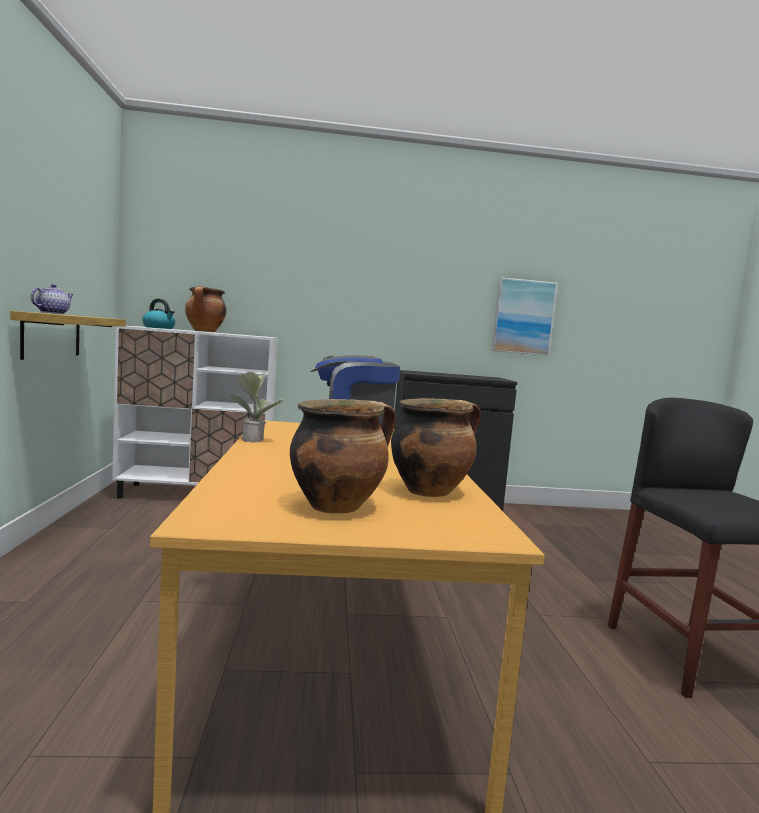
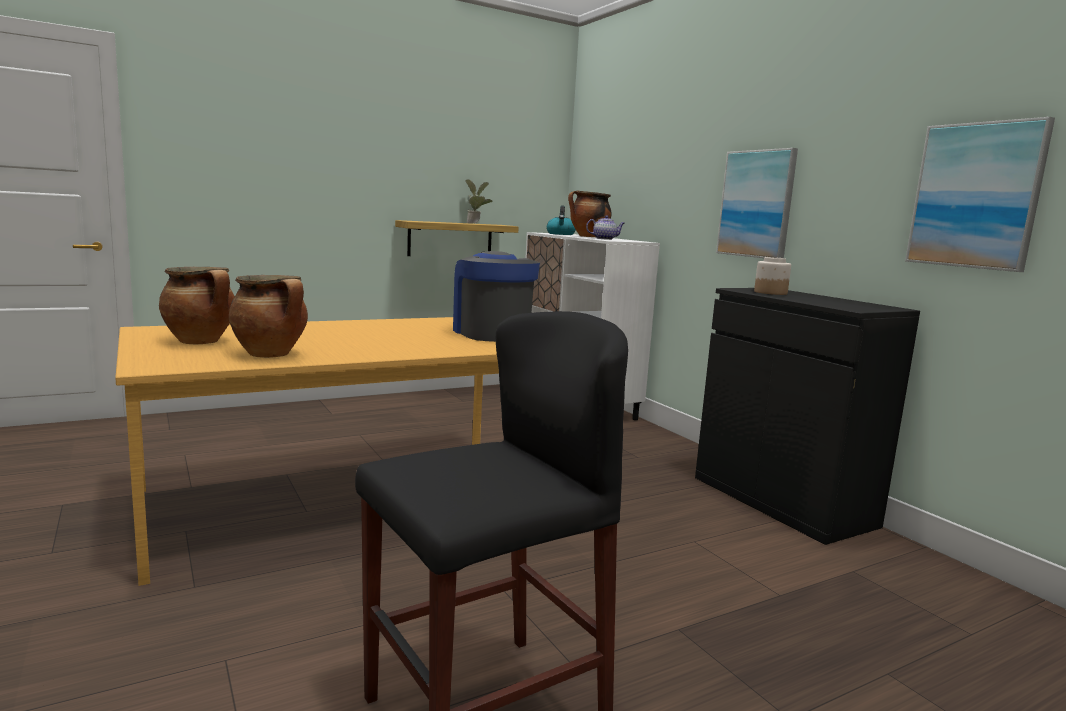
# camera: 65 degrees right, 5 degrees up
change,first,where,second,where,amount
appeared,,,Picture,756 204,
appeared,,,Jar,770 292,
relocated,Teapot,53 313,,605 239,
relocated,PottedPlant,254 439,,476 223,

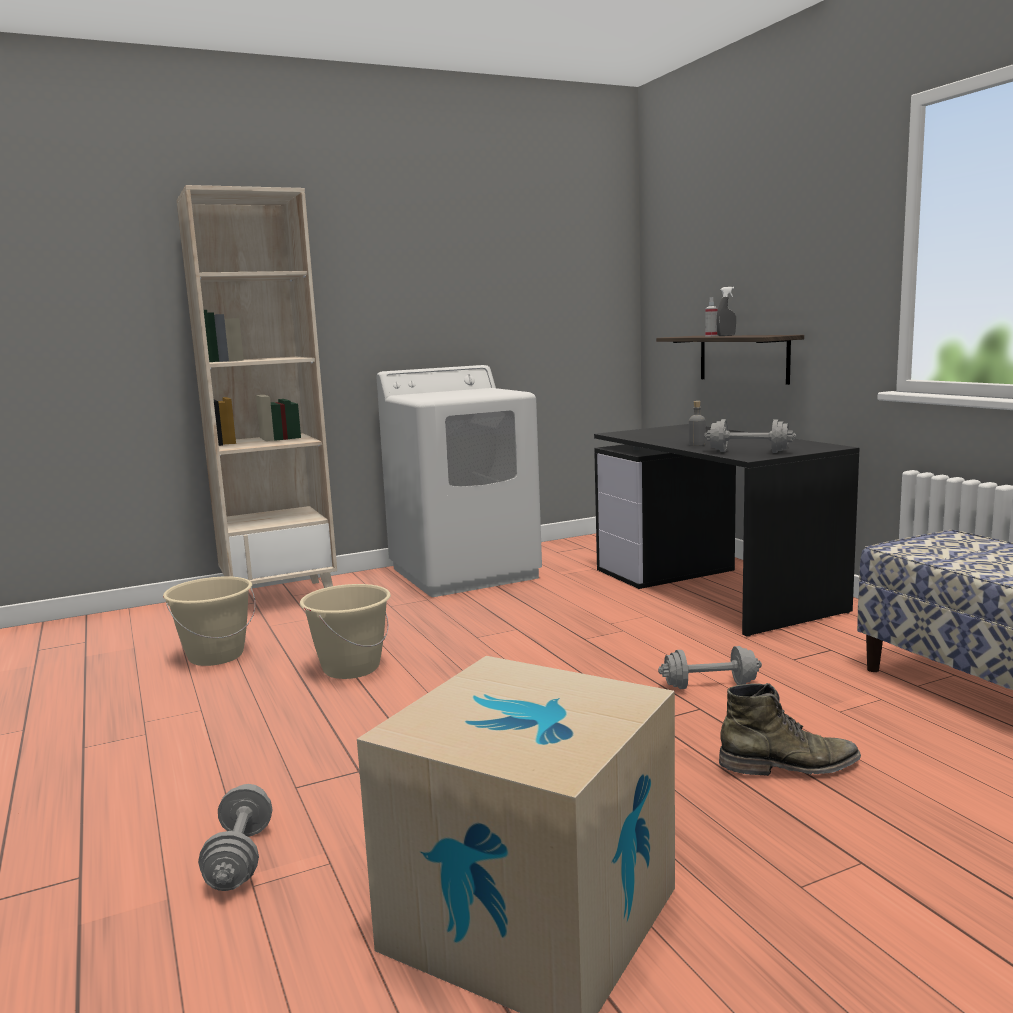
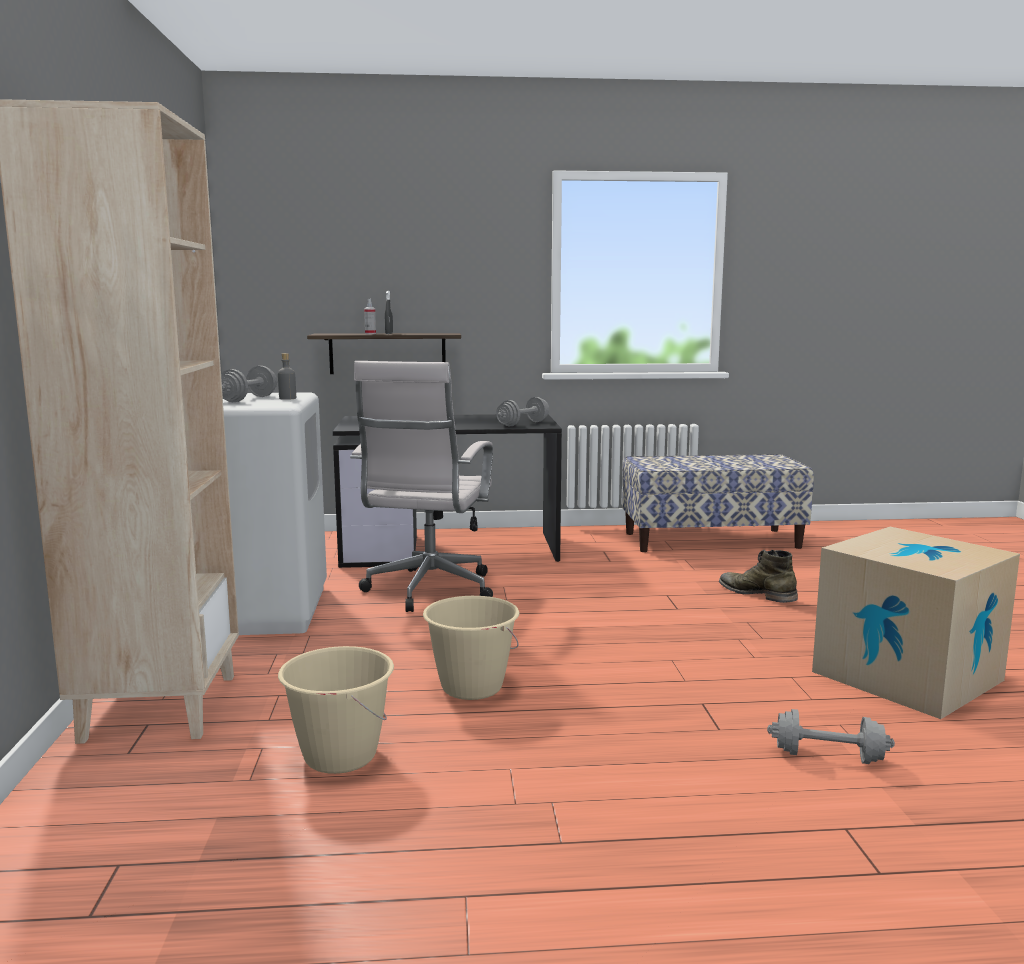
# camera: 70 degrees left, 0 degrees up
change,first,where,second,where,amount
appeared,,,WhiteOfficeChair,428 592,
relocated,GreyDumbbell,709 685,,248 399,
relocated,GreyBottle,697 444,,287 398,
spun,GreenBoot,789 766,,757 593,60 degrees counterclockwise

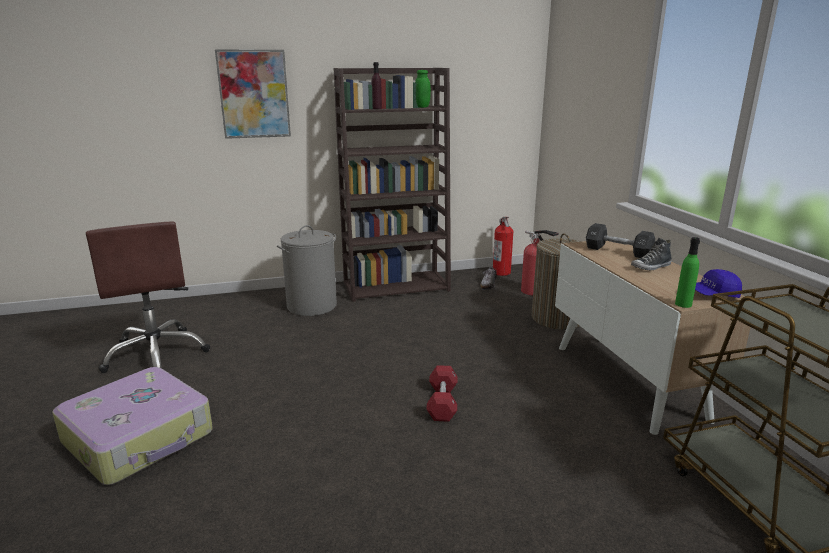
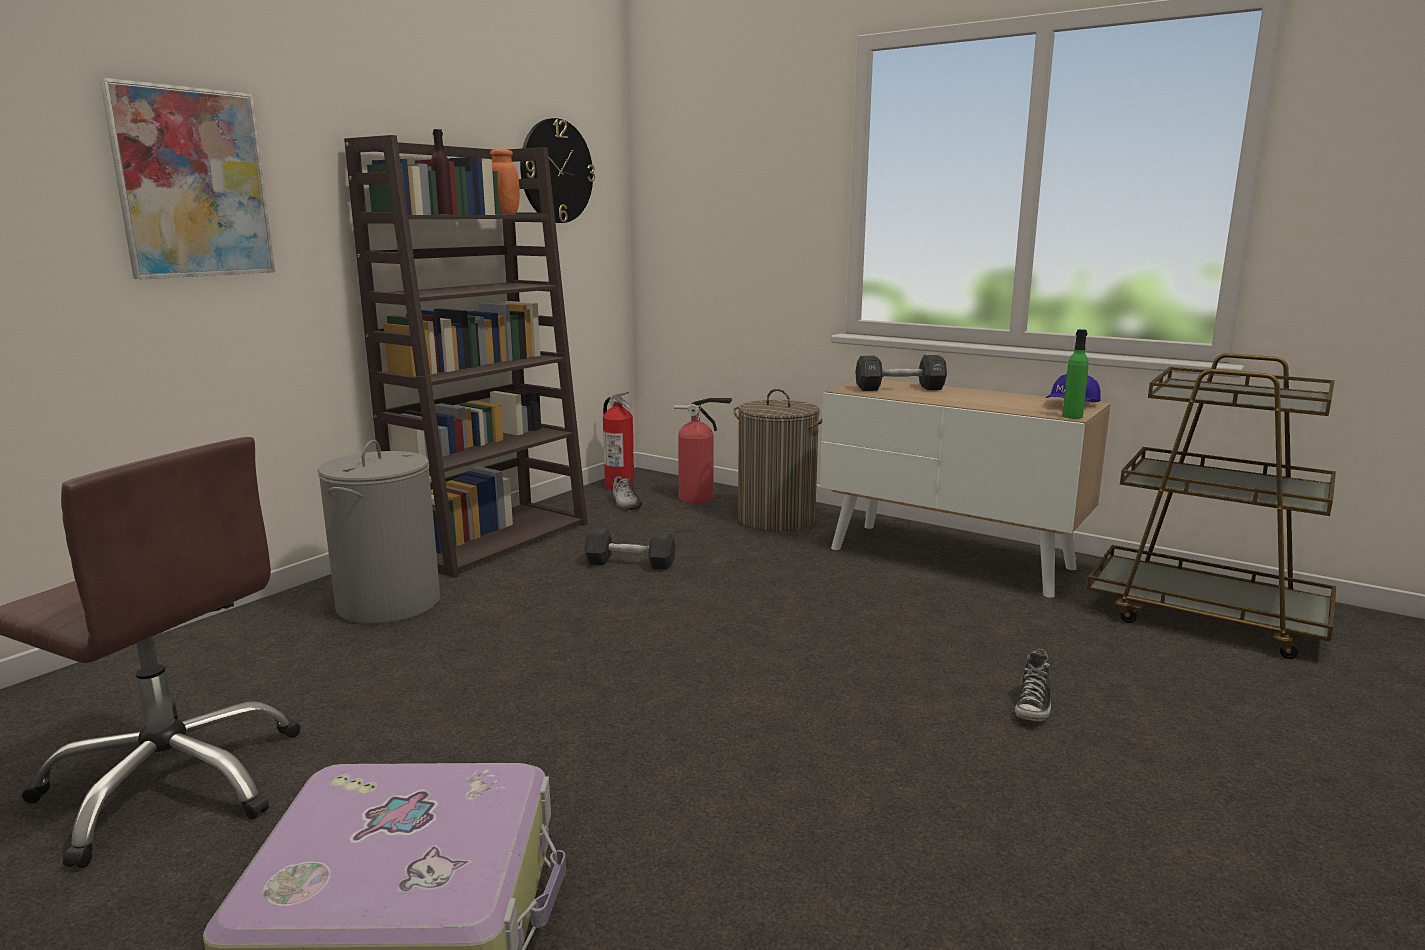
# camera: 40 degrees left, 5 degrees down
change,first,where,second,where,amount
missing,RedDumbbell,442 403,,,
appeared,,,WallClock,556 171,
appeared,,,BlackDumbbell,630 563,
relocated,Shoe,651 267,,1033 707,
colour,GreenJar,422 107,OrangeJar,505 214,

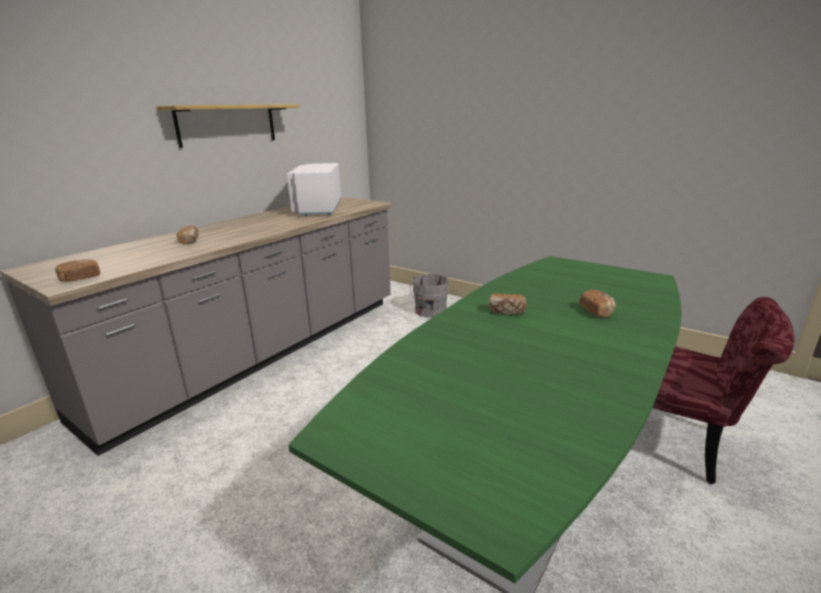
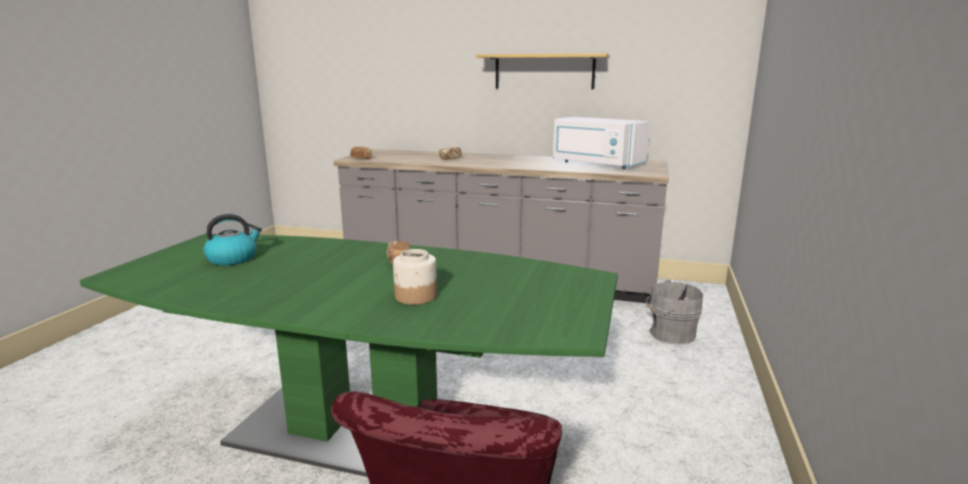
# camera: 70 degrees right, 5 degrees down
change,first,where,second,where,amount
appeared,,,Kettle,233 258,
exchanged,Bread,596 312,Jar,415 296,
spun,WhiteMicrowave,317 208,,596 164,120 degrees counterclockwise

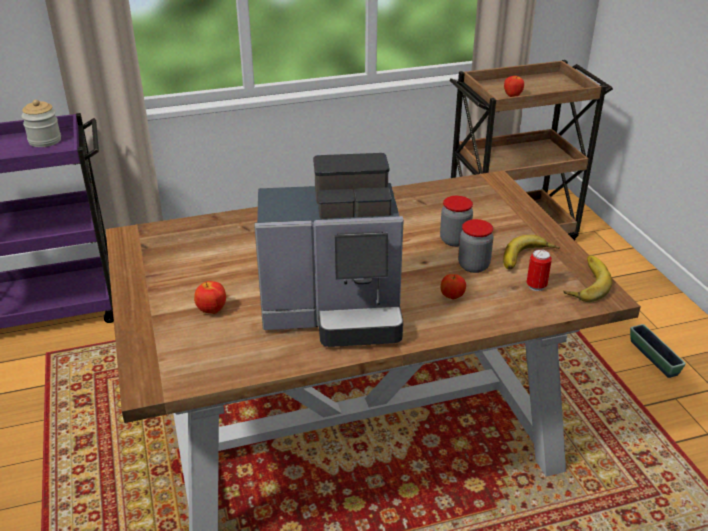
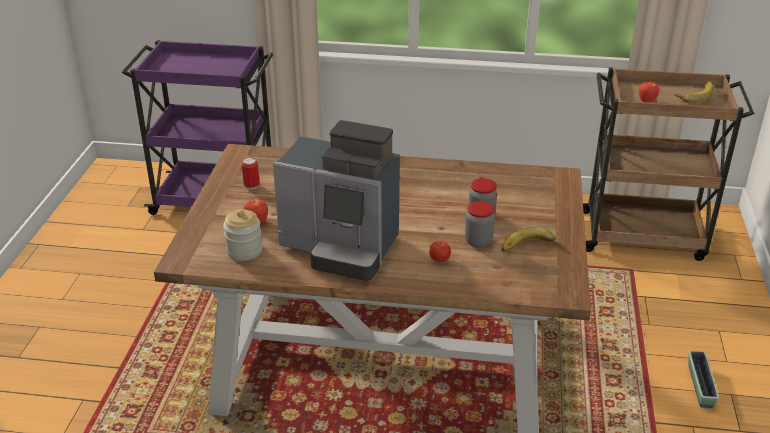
# camera: 25 degrees right, 0 degrees up
change,first,where,second,where,amount
relocated,Jar,45 141,,244 251,
relocated,Can,536 286,,251 186,
relocated,Banana,584 282,,695 95,

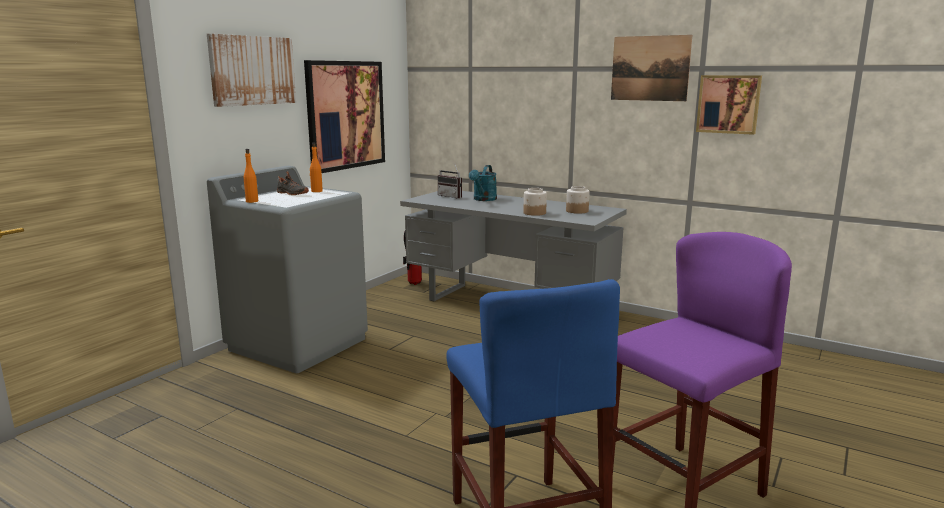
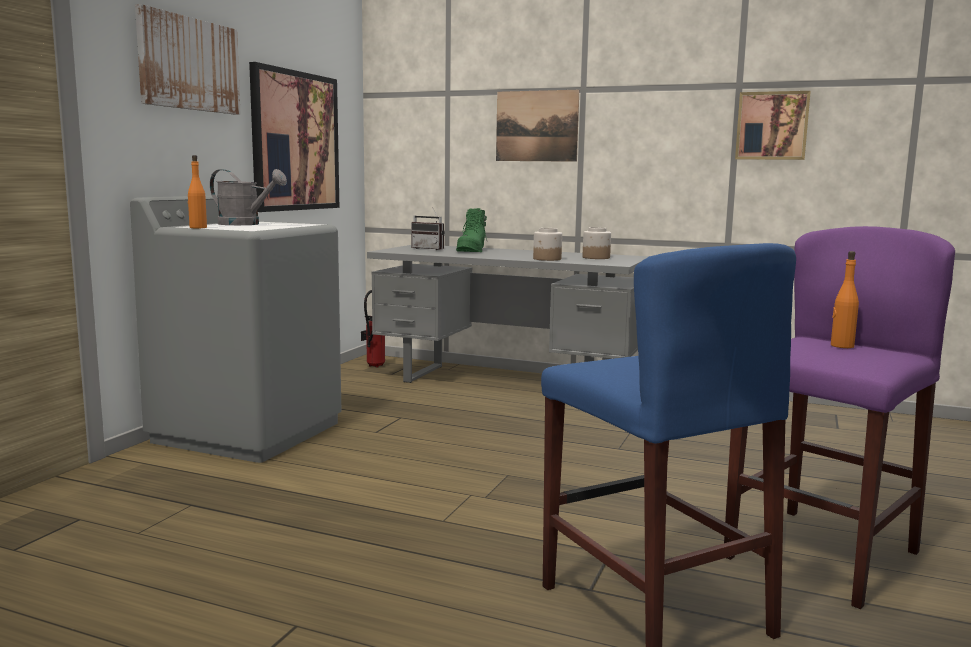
# camera: 10 degrees left, 5 degrees down
change,first,where,second,where,amount
relocated,OrangeBottle,316 191,,841 346,
relocated,Picture,650 68,,536 126,
exchanged,BlackShoe,292 194,GreyWateringCan,245 224,
exchanged,TurquoiseWateringCan,483 199,GreenBoot,472 250,

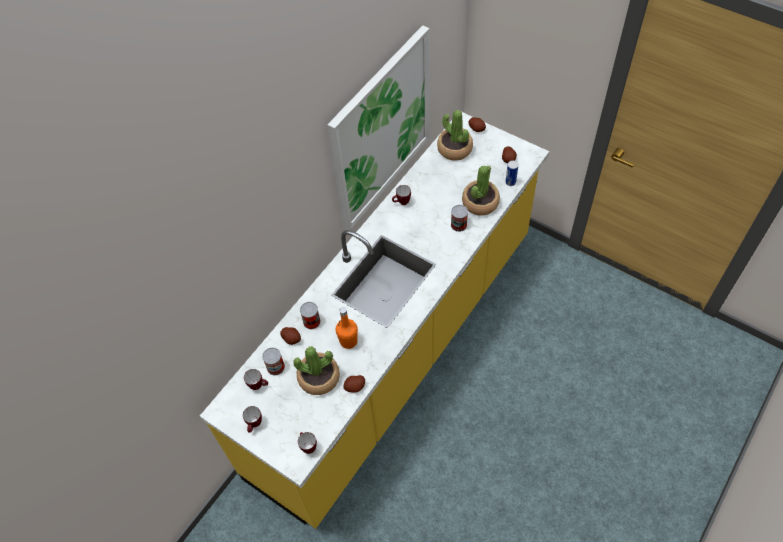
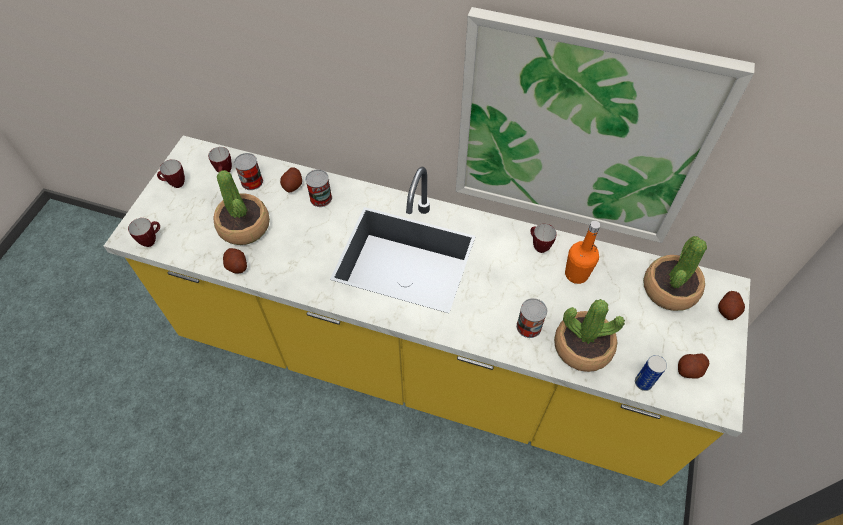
# camera: 70 degrees right, 0 degrees up
change,first,where,second,where,amount
relocated,OrangeBottle,348 341,,576 274,

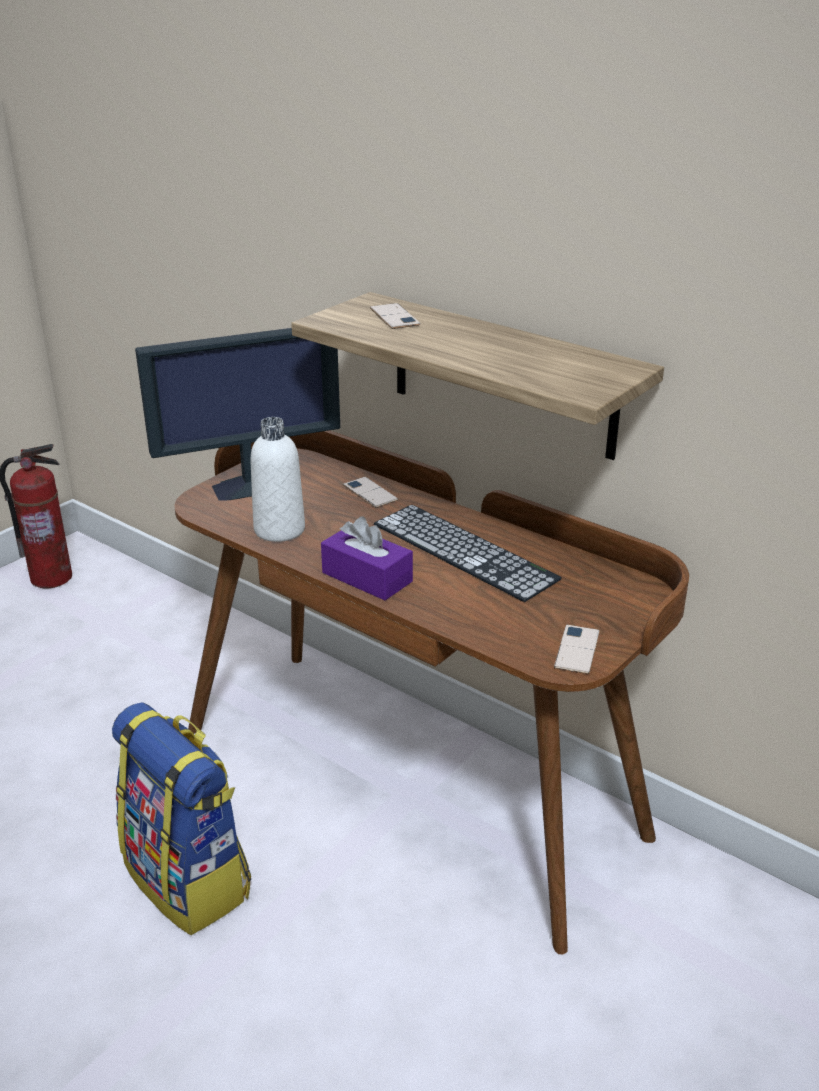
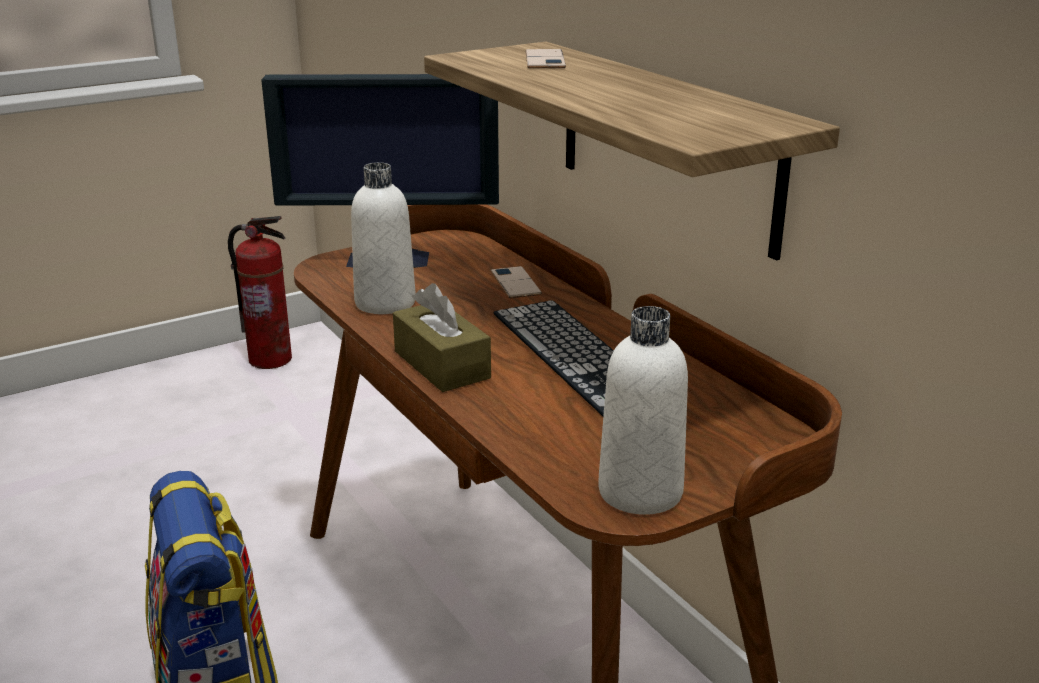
# camera: 20 degrees right, 5 degrees down
change,first,where,second,where,amount
exchanged,Phone,577 650,WhiteBottle,640 492,
colour,PurpleTissueBox,367 577,BrownTissueBox,441 365,

